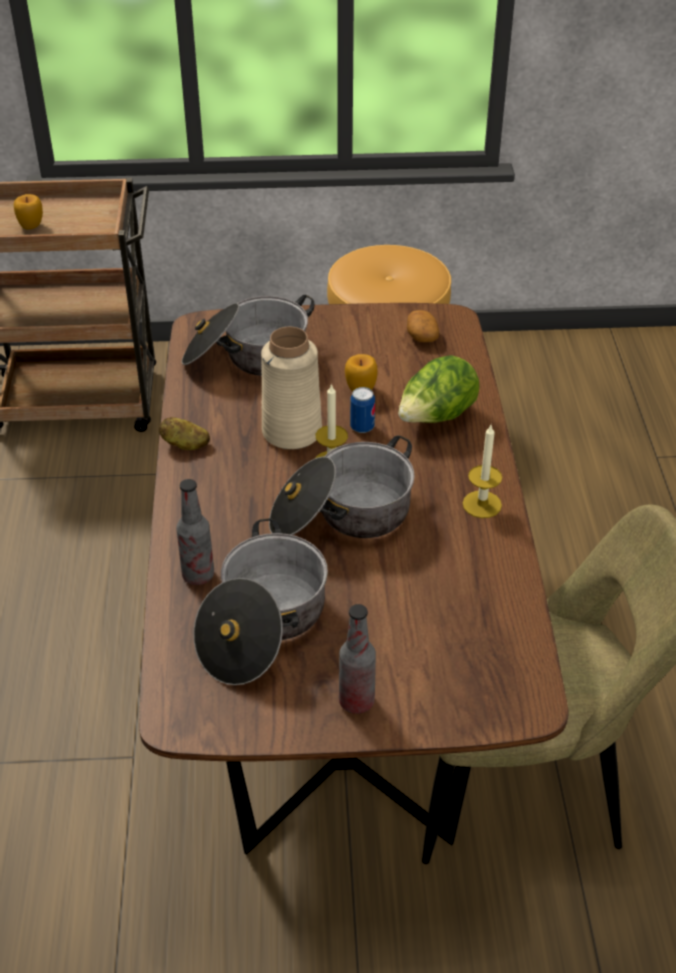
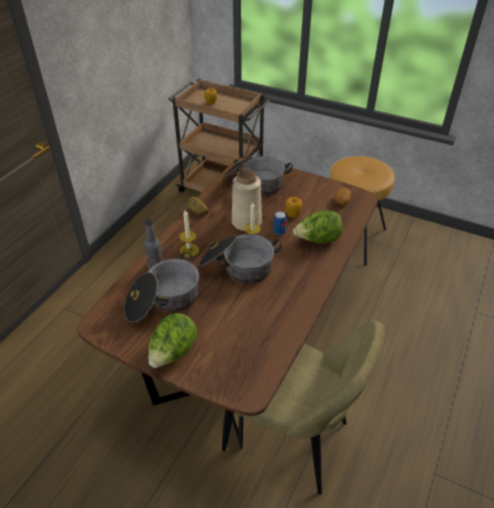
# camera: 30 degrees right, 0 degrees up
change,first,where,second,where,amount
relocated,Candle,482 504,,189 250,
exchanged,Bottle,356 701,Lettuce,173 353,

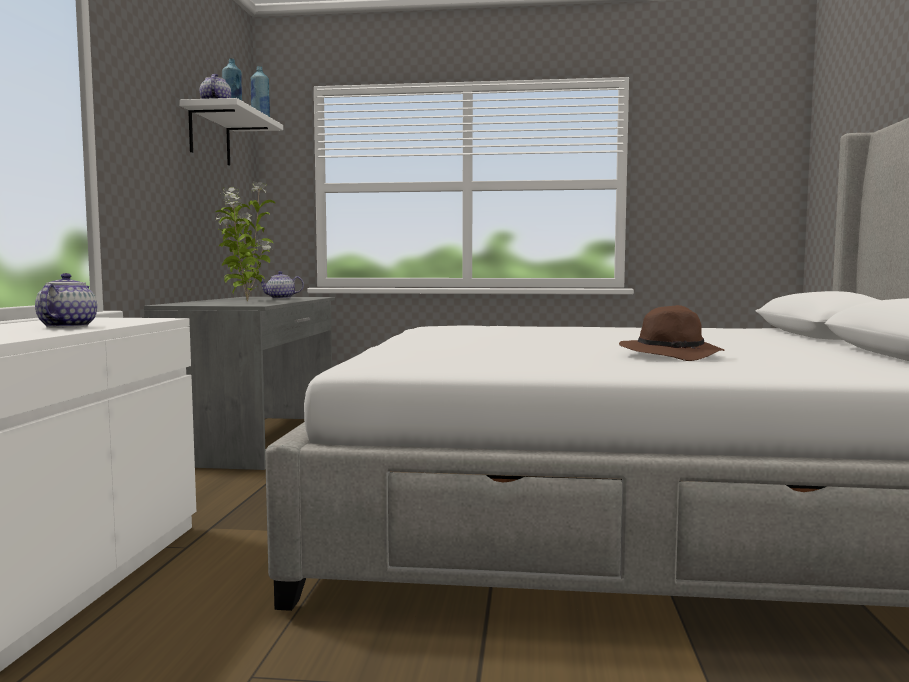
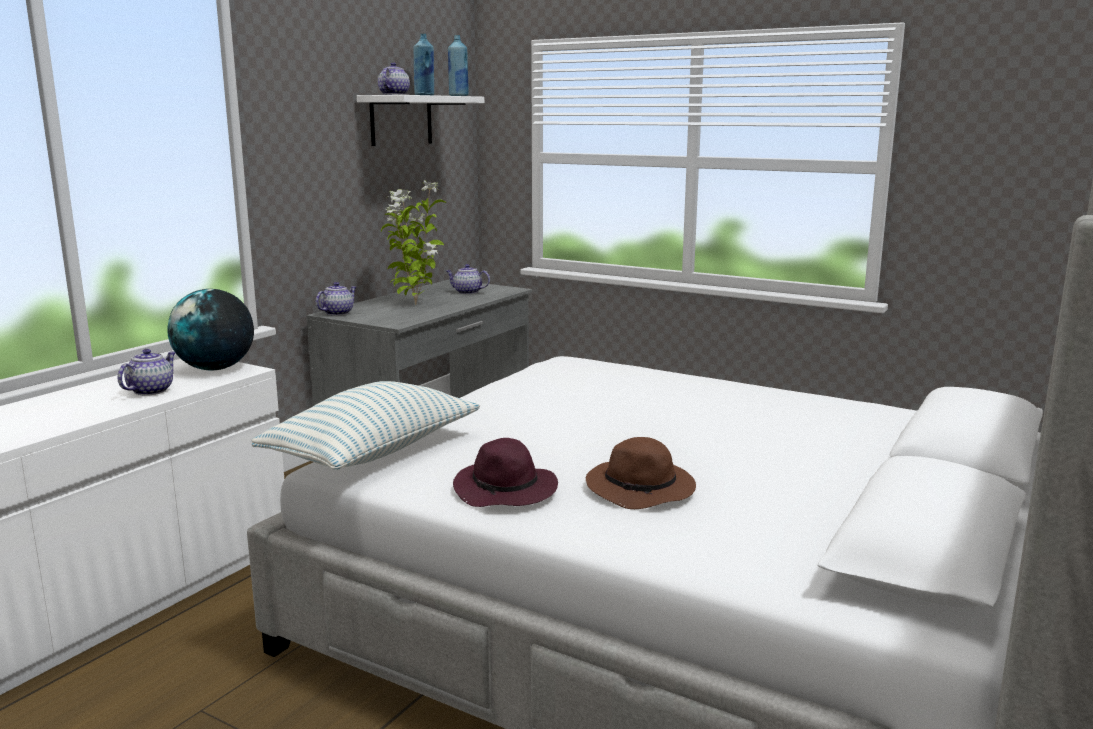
# camera: 25 degrees right, 10 degrees up
change,first,where,second,where,amount
appeared,,,Globe,216 368,
appeared,,,Pillow,373 452,
appeared,,,Teapot,338 313,
appeared,,,PurpleHat,506 491,

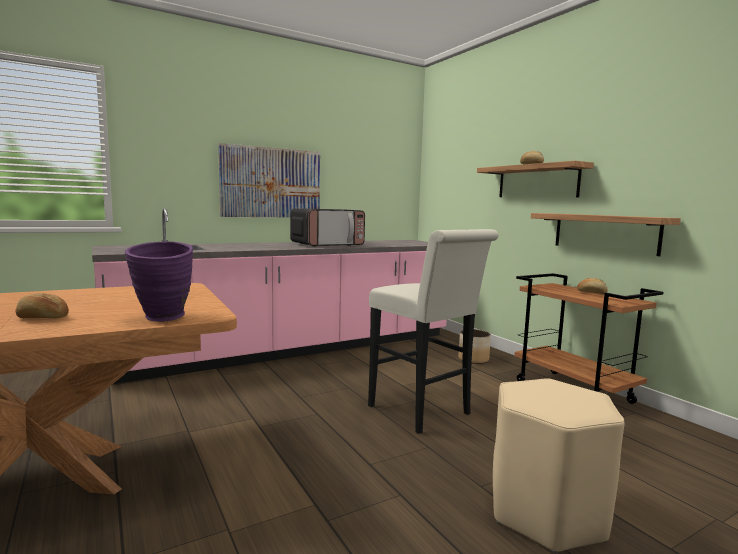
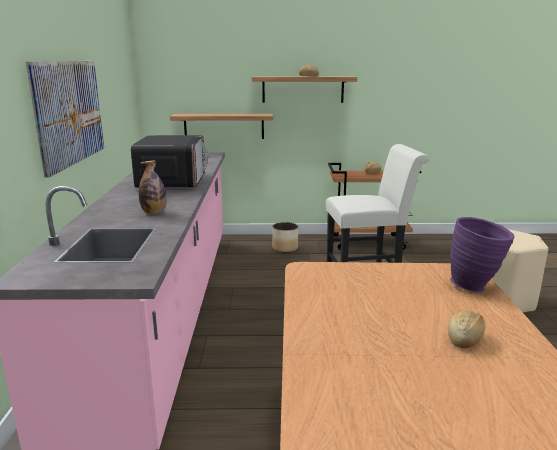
# camera: 60 degrees left, 10 degrees up
change,first,where,second,where,amount
appeared,,,Bottle,154 212,
relocated,Shelf,604 232,,224 126,

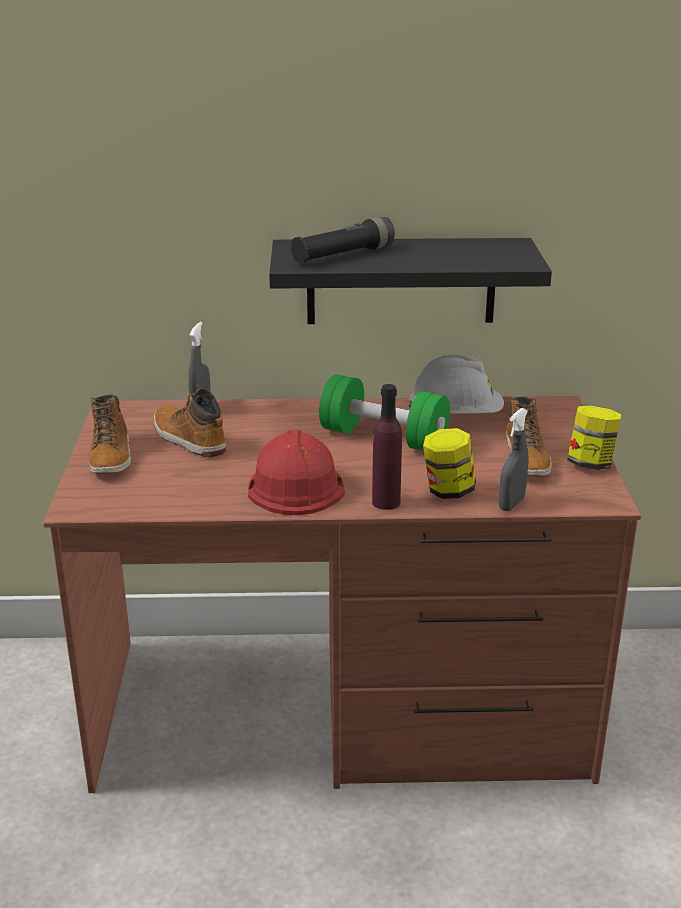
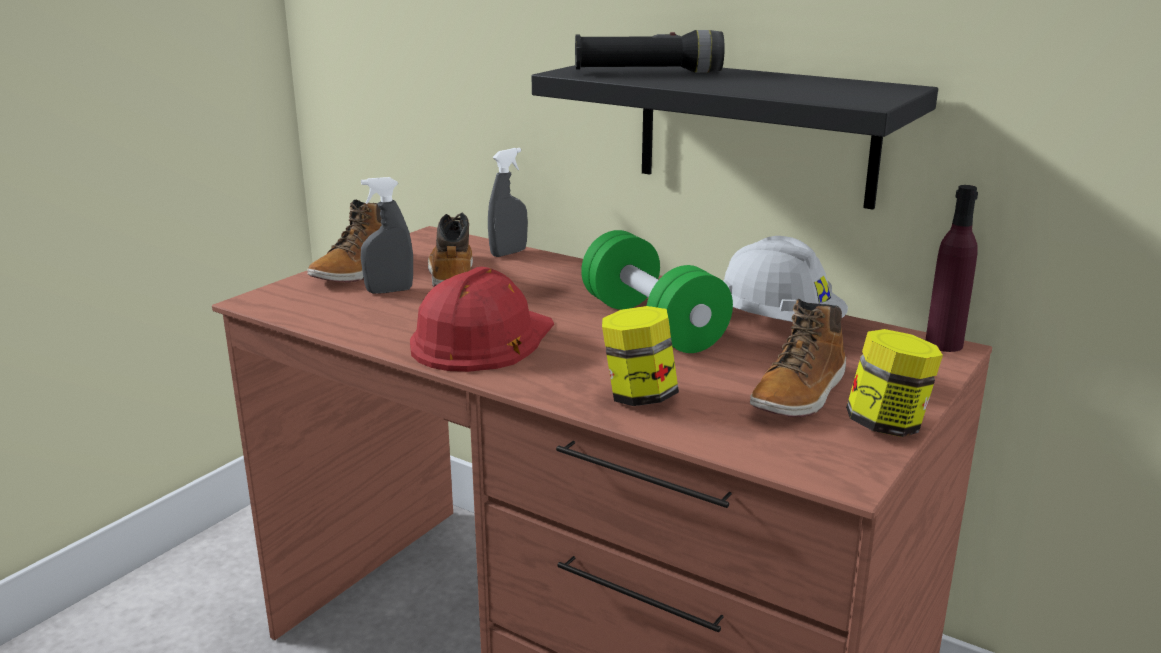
# camera: 35 degrees right, 5 degrees down
change,first,where,second,where,amount
relocated,PurpleBottle,386 502,,944 344,
relocated,GreySprayBottle,511 504,,389 291,

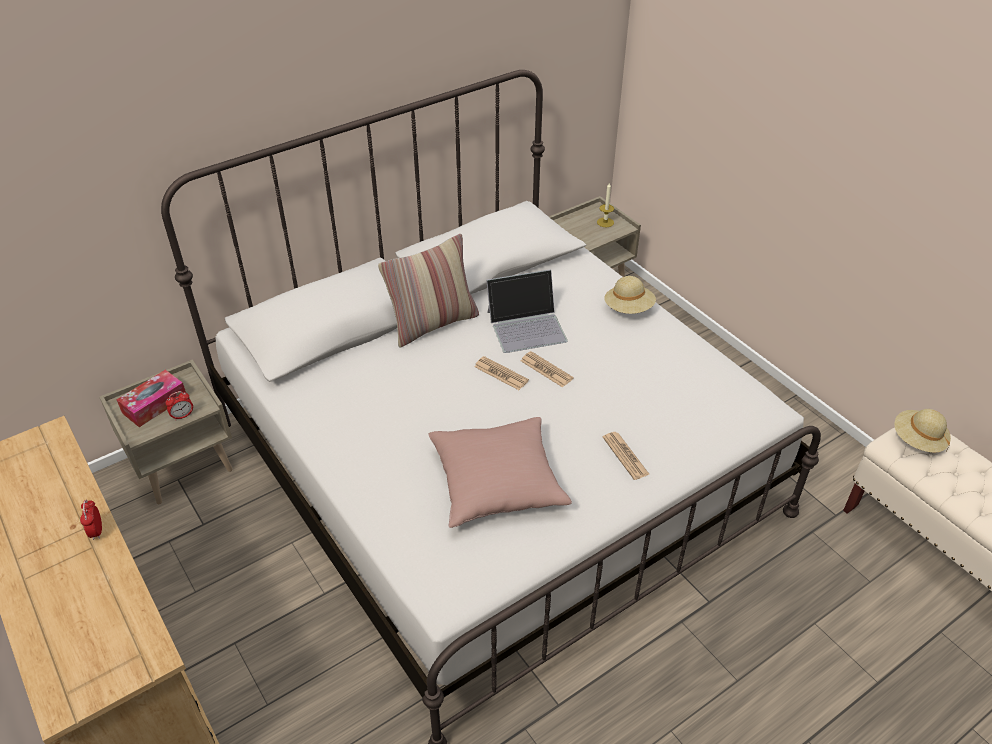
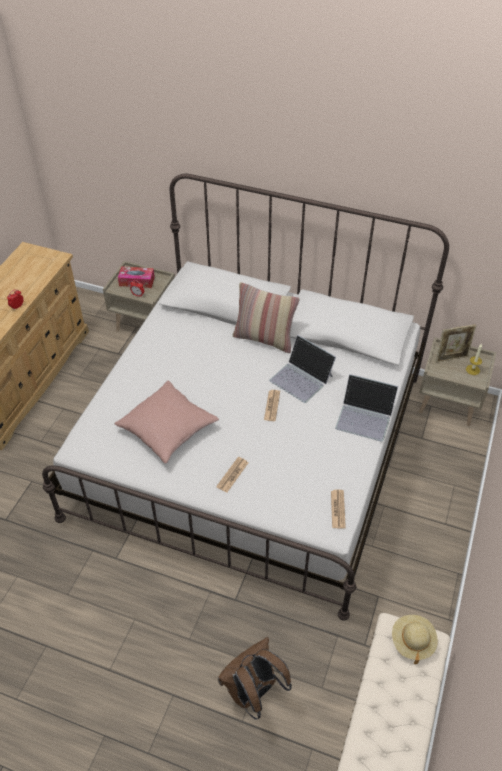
# camera: 55 degrees right, 5 degrees up
change,first,where,second,where,amount
appeared,,,BrownBackpack,253 692,
appeared,,,PictureFrame,451 358,
relocated,Newspaper,501 374,,338 509,
exchanged,BeigeHat,628 308,Laptop,365 417,

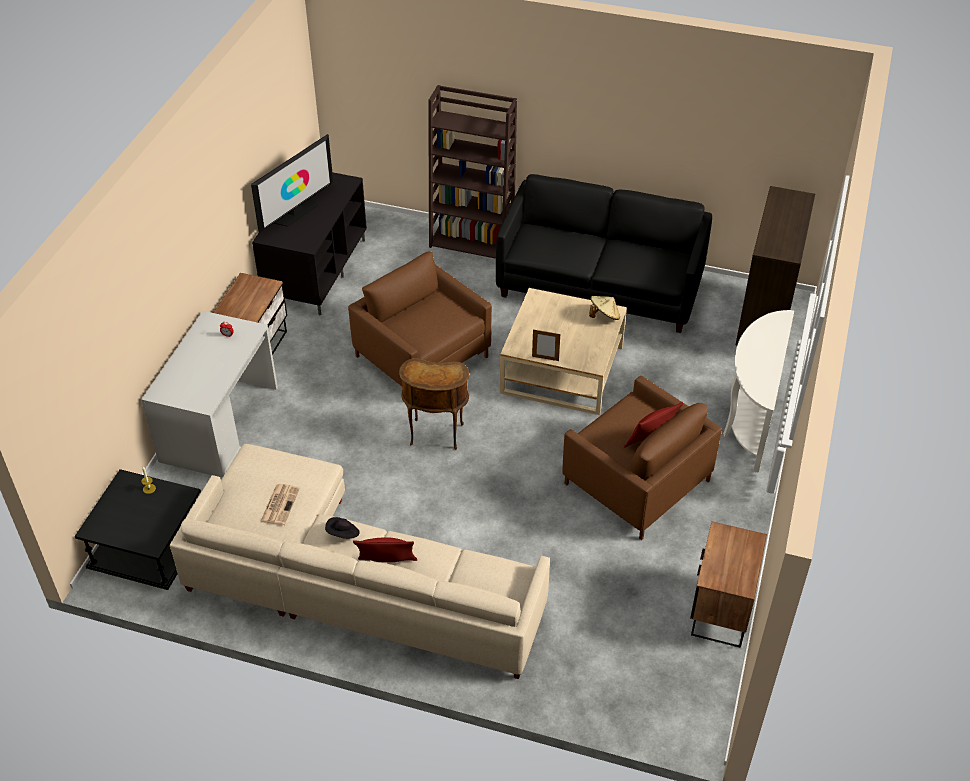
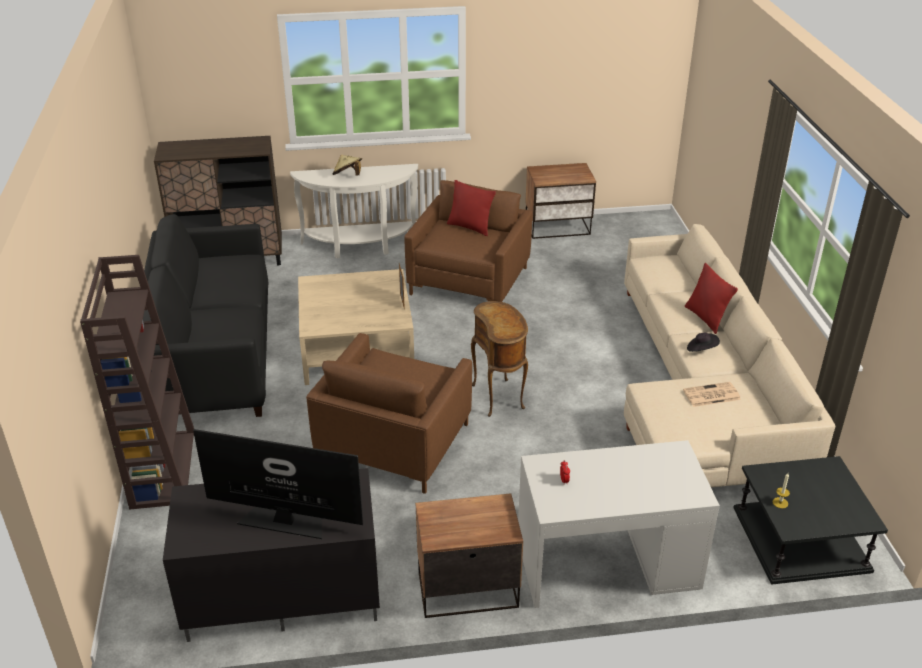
# camera: 115 degrees left, 10 degrees down
change,first,where,second,where,amount
relocated,BeigeHat,604 316,,348 176,

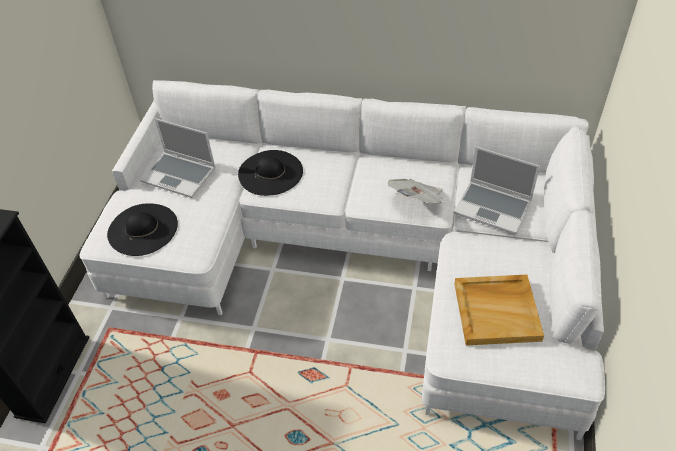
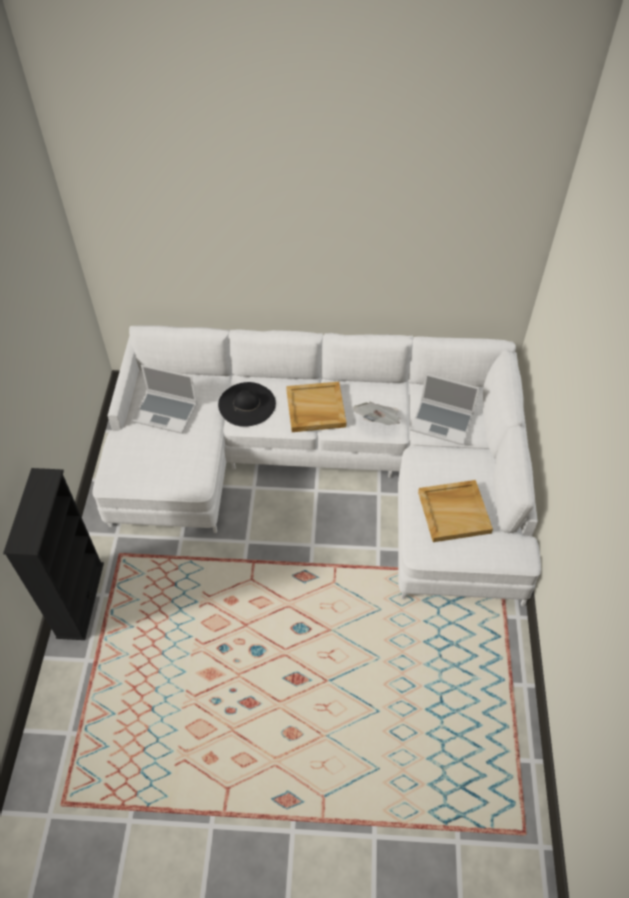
# camera: 10 degrees left, 5 degrees up
change,first,where,second,where,amount
missing,BlackHat,143 229,,,
appeared,,,BeigeTray,315 409,

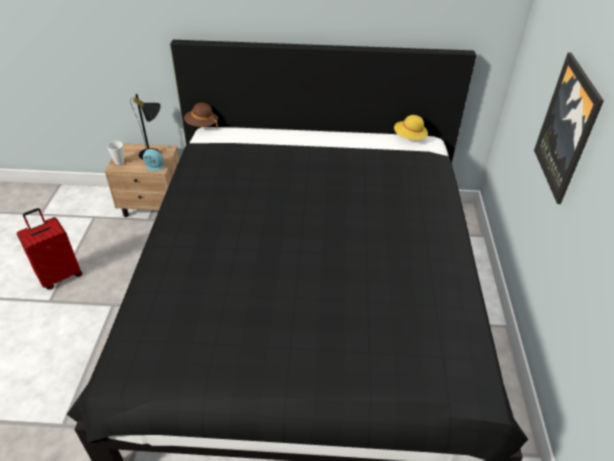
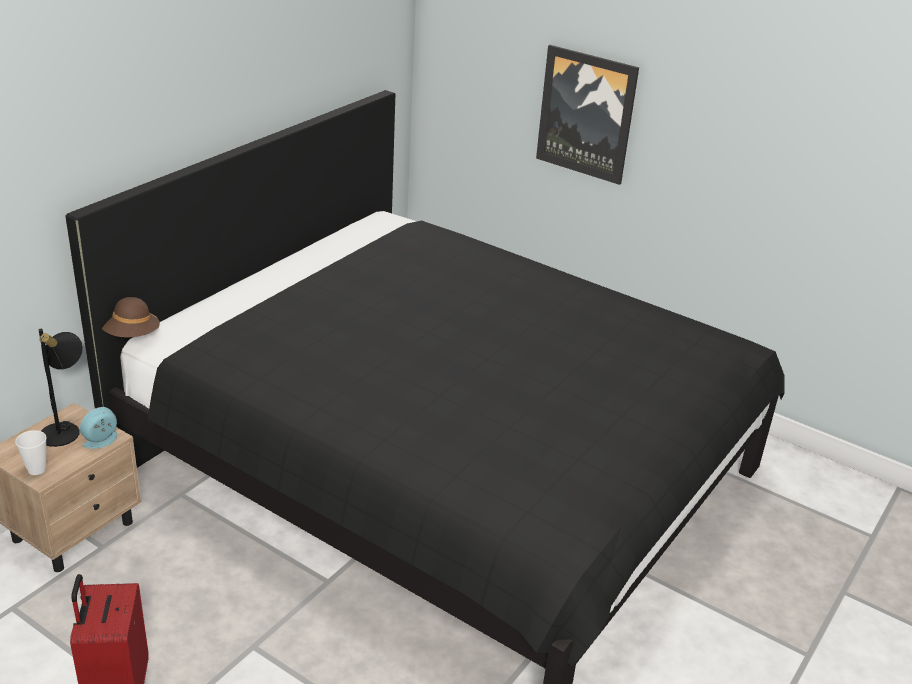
# camera: 60 degrees left, 10 degrees down
change,first,where,second,where,amount
missing,YellowHat,409 137,,,

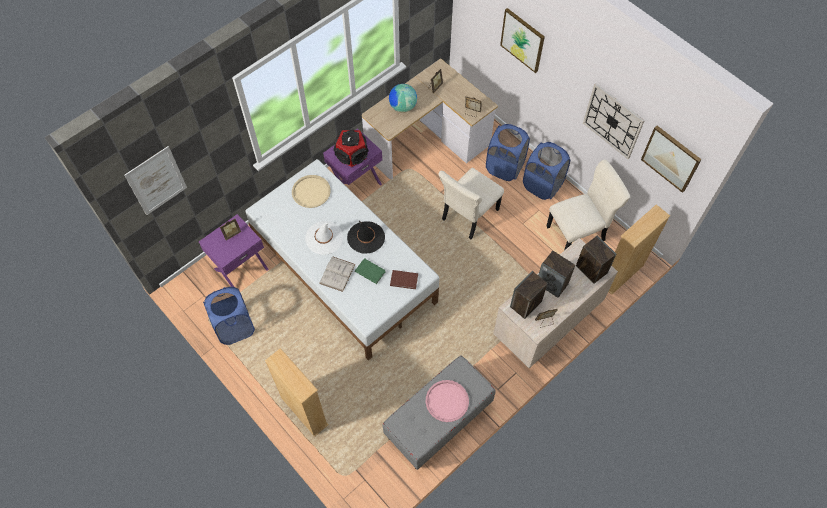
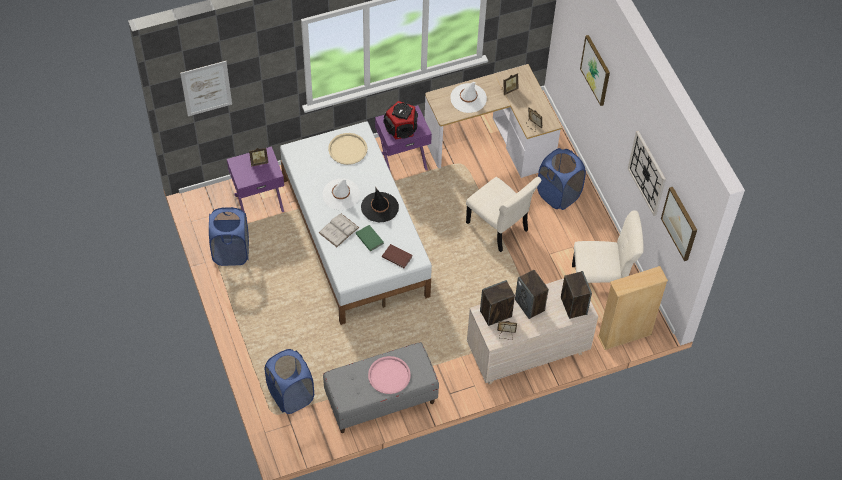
# camera: 20 degrees right, 5 degrees down
change,first,where,second,where,amount
missing,BeigeBookcase,304 411,,,
relocated,BlueLaundryBasket,542 185,,291 395,
exchanged,Globe,402 107,WhiteHat,468 98,
spun,BeigeChair,468 216,,498 228,105 degrees counterclockwise

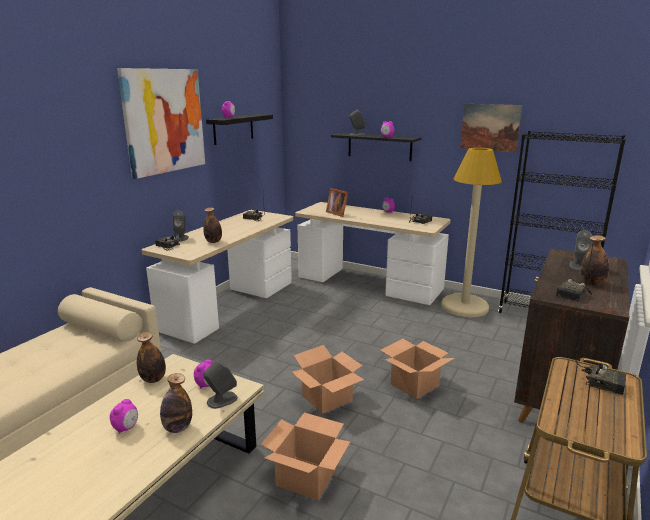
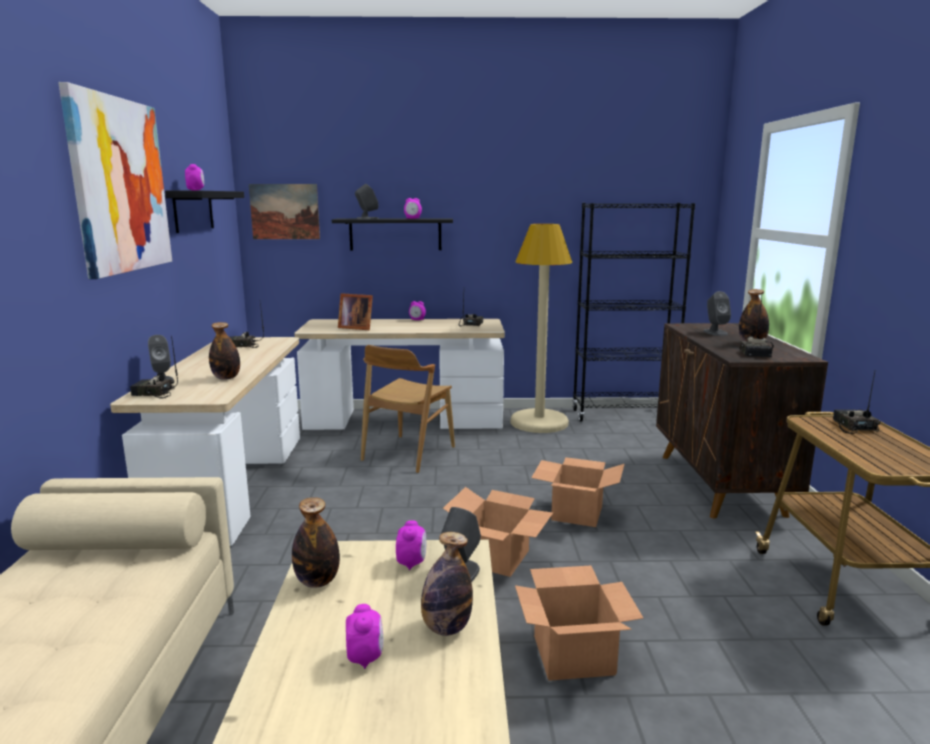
# camera: 30 degrees left, 5 degrees down
change,first,where,second,where,amount
appeared,,,BrownChair,408 453,
relocated,Picture,490 127,,285 211,
spun,Radio,603 382,,852 426,90 degrees counterclockwise

